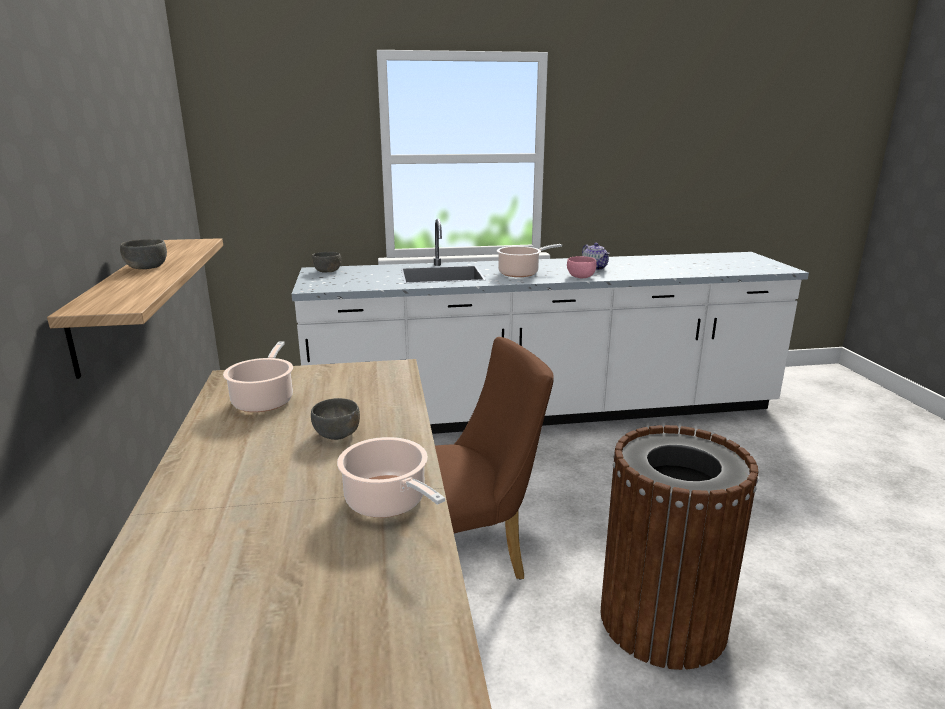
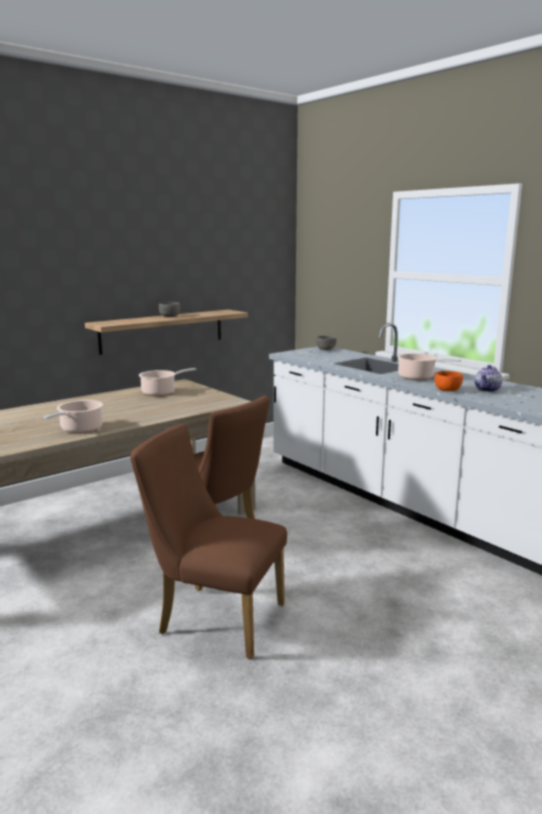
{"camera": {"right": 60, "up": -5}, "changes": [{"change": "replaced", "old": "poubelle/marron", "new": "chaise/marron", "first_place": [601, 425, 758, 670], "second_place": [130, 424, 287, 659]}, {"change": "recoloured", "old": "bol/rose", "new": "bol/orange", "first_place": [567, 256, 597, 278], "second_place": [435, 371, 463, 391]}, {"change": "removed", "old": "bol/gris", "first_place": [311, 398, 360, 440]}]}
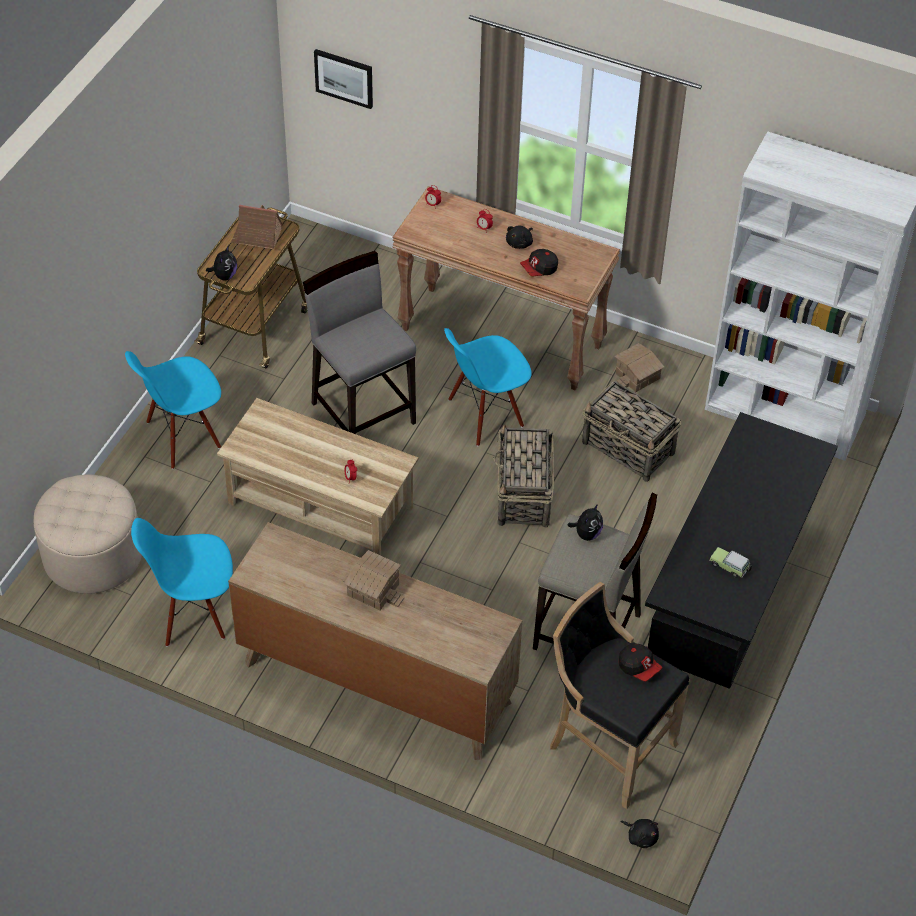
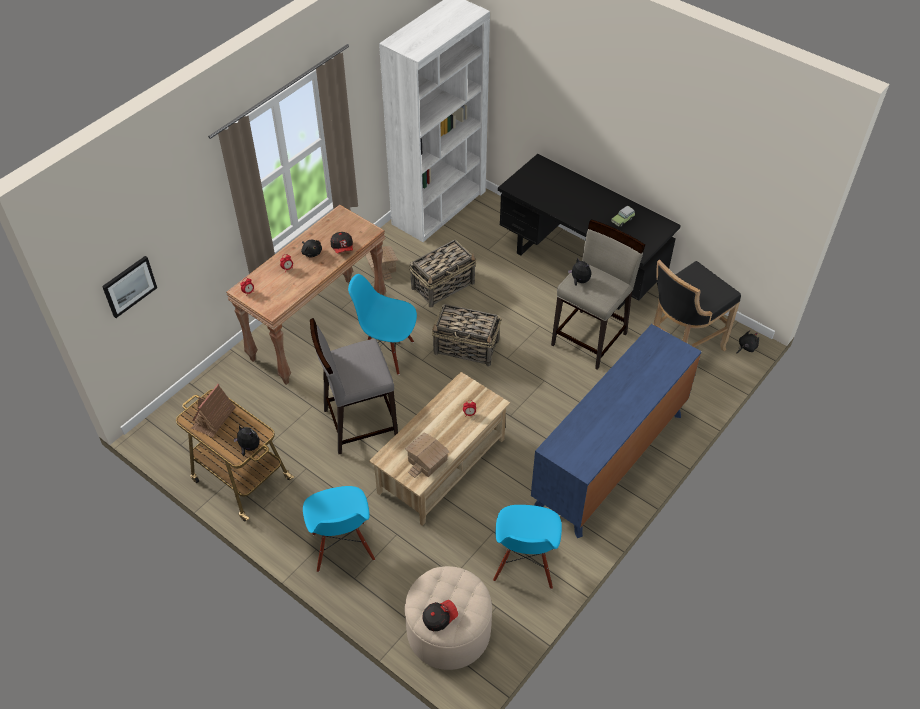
{"camera": {"right": -75, "up": 0}, "changes": [{"change": "turned", "old": "chaise/bleu", "first_place": [444, 328, 532, 446], "second_place": [348, 274, 417, 375], "degrees": 120}, {"change": "moved", "old": "maison miniature", "first_place": [342, 550, 404, 610], "second_place": [405, 432, 449, 478]}, {"change": "moved", "old": "casquette", "first_place": [619, 643, 663, 681], "second_place": [422, 600, 458, 631]}, {"change": "recoloured", "old": "commode/marron", "new": "commode/bleu", "first_place": [228, 522, 522, 760], "second_place": [531, 324, 702, 538]}]}
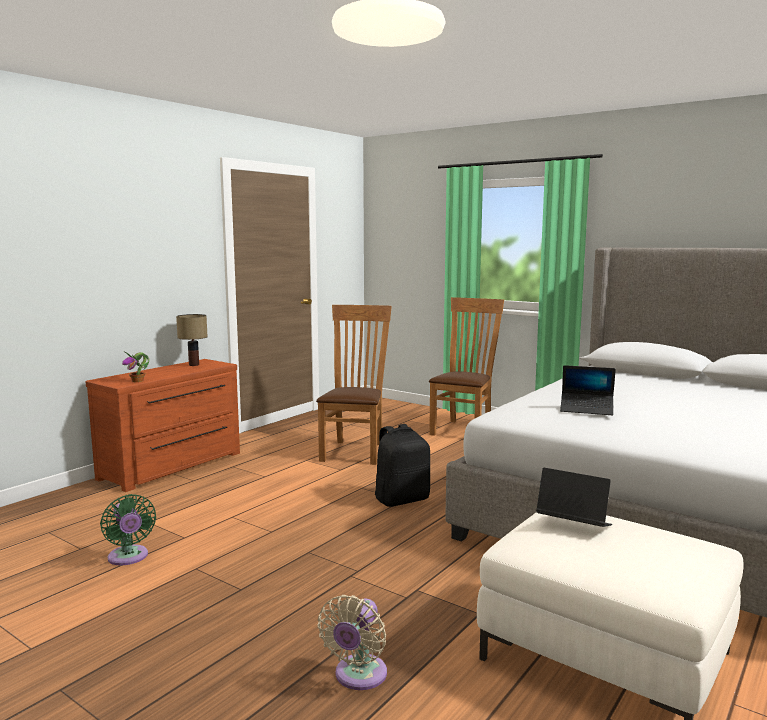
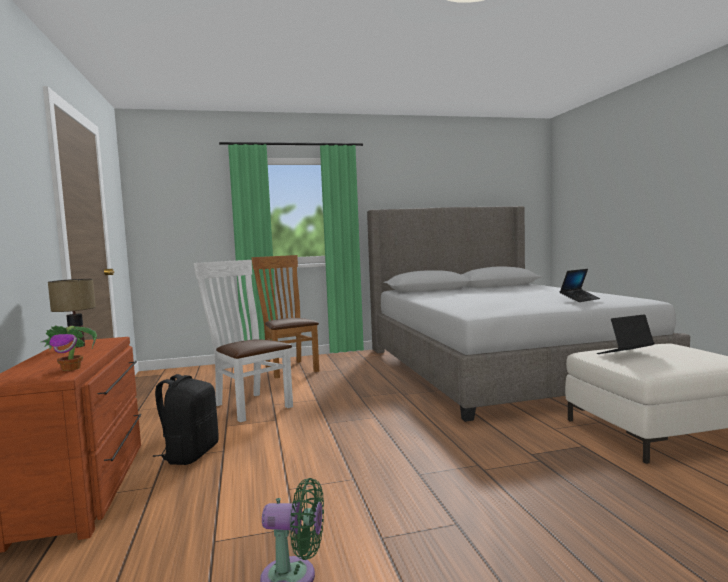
{"camera": {"right": -50, "up": -5}, "changes": [{"change": "moved", "old": "sac à dos/noir", "first_place": [375, 424, 430, 507], "second_place": [153, 374, 218, 465]}, {"change": "recoloured", "old": "chaise/marron", "new": "chaise/blanc", "first_place": [316, 305, 392, 465], "second_place": [194, 260, 293, 422]}, {"change": "moved", "old": "ordinateur portable", "first_place": [560, 365, 616, 415], "second_place": [560, 269, 600, 302]}, {"change": "removed", "old": "ventilateur/beige", "first_place": [318, 595, 387, 690]}]}
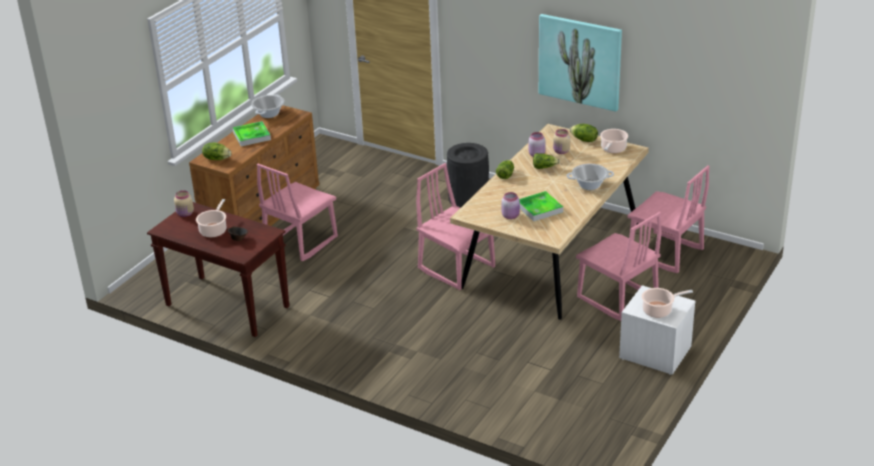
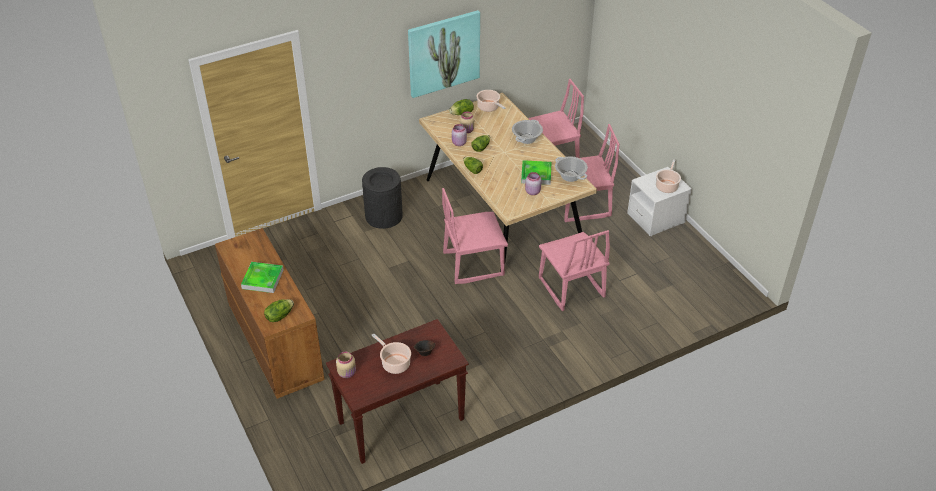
{"camera": {"right": -60, "up": 10}, "changes": [{"change": "moved", "old": "chaise/rose", "first_place": [257, 164, 338, 262], "second_place": [539, 230, 610, 311]}, {"change": "moved", "old": "marmite", "first_place": [251, 95, 285, 118], "second_place": [555, 156, 588, 182]}]}
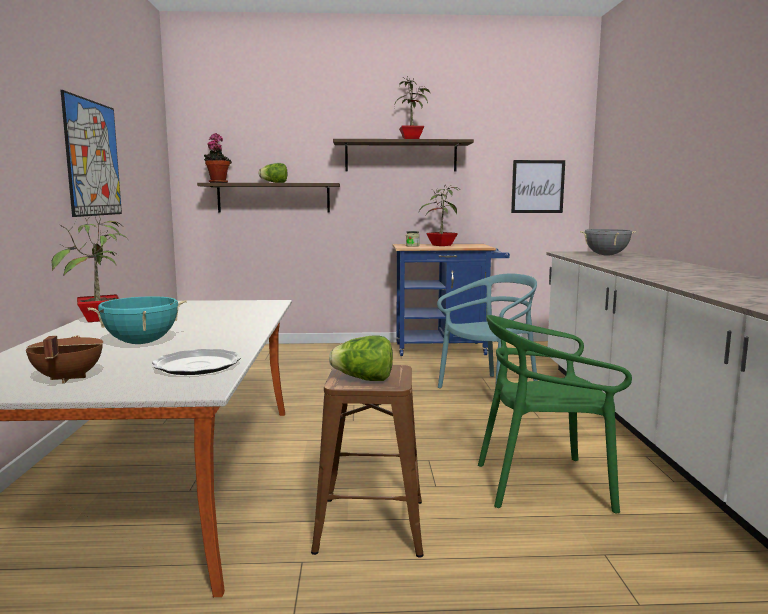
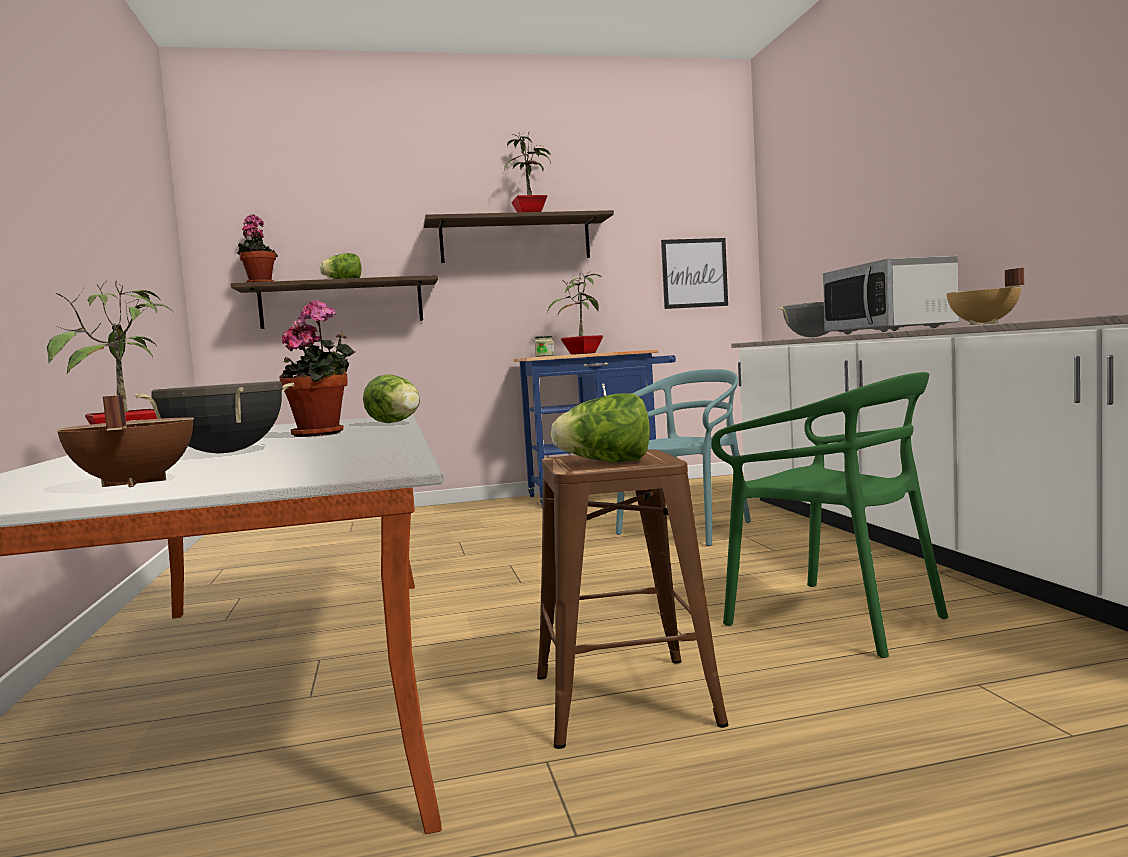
{"camera": {"right": -10, "up": -5}, "changes": [{"change": "recoloured", "old": "marmite/turquoise", "new": "marmite/noir", "first_place": [88, 296, 187, 344], "second_place": [135, 381, 294, 453]}, {"change": "added", "new": "plante en pot", "second_place": [279, 300, 355, 437]}, {"change": "added", "new": "laitue", "second_place": [363, 374, 420, 423]}, {"change": "turned", "old": "chaise/vert", "first_place": [478, 315, 632, 513], "second_place": [711, 372, 948, 658], "degrees": -120}, {"change": "added", "new": "micro-ondes", "second_place": [823, 256, 959, 335]}, {"change": "added", "new": "marmite/beige", "second_place": [946, 268, 1024, 325]}, {"change": "removed", "old": "tableau", "first_place": [60, 90, 122, 217]}, {"change": "removed", "old": "assiette", "first_place": [152, 349, 241, 375]}]}
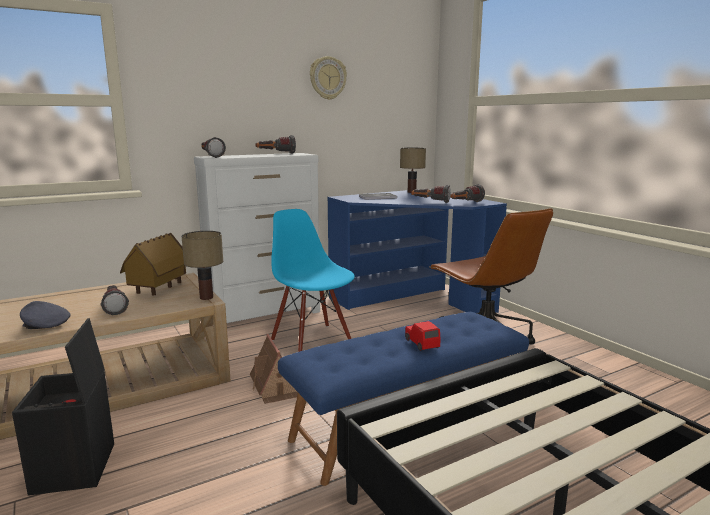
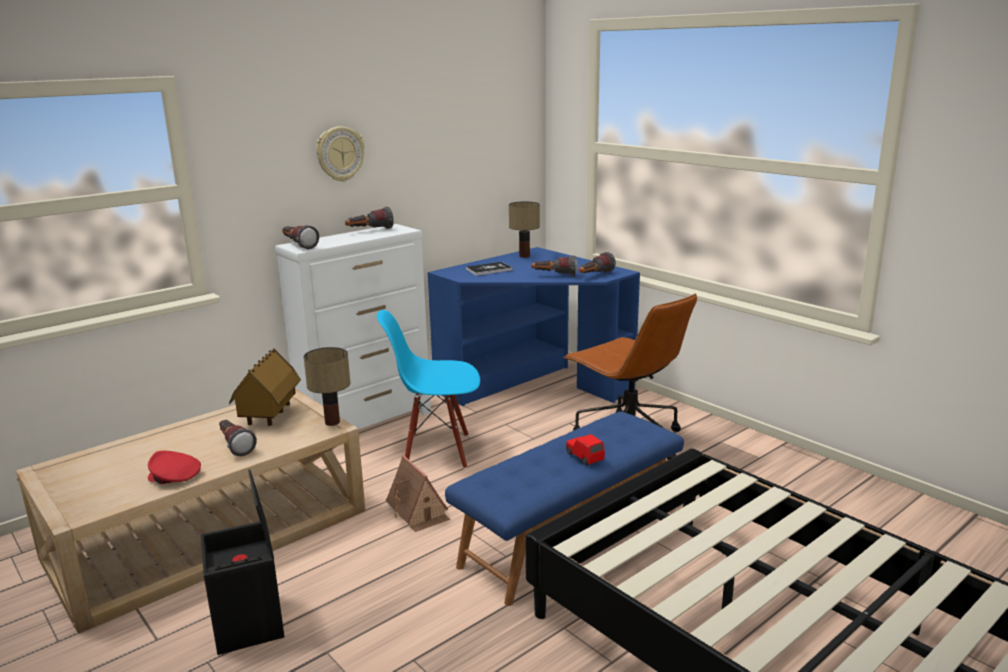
{"camera": {"right": -10, "up": 5}, "changes": [{"change": "recoloured", "old": "casquette/gris", "new": "casquette/rouge", "first_place": [20, 301, 71, 329], "second_place": [148, 451, 201, 484]}, {"change": "moved", "old": "horloge murale", "first_place": [310, 56, 347, 100], "second_place": [316, 126, 365, 182]}, {"change": "turned", "old": "chaise/bleu", "first_place": [271, 209, 355, 352], "second_place": [377, 310, 480, 469], "degrees": -45}]}
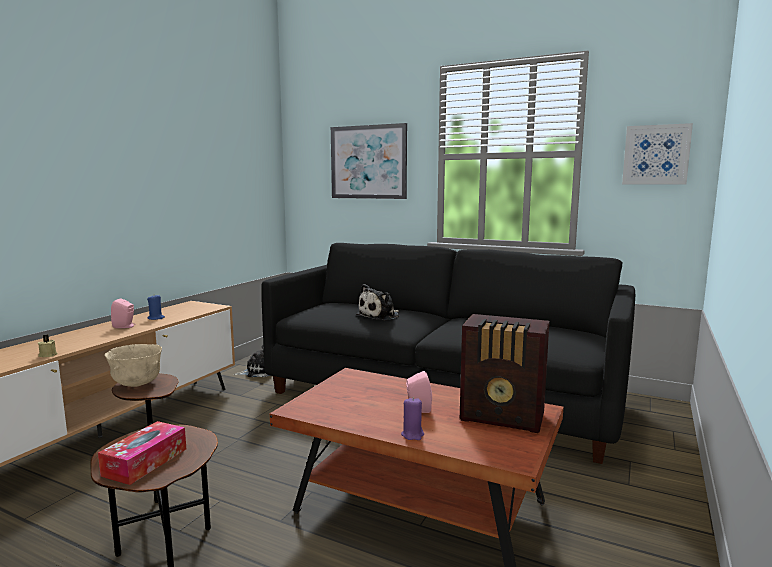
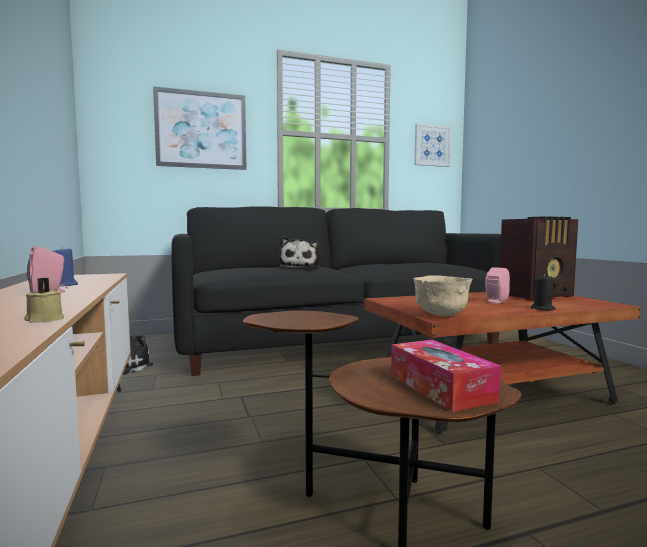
{"camera": {"right": -45, "up": -5}, "changes": [{"change": "moved", "old": "bol/beige", "first_place": [105, 344, 162, 387], "second_place": [414, 275, 473, 316]}, {"change": "recoloured", "old": "bougie/violet", "new": "bougie/noir", "first_place": [401, 397, 424, 440], "second_place": [531, 274, 556, 311]}]}
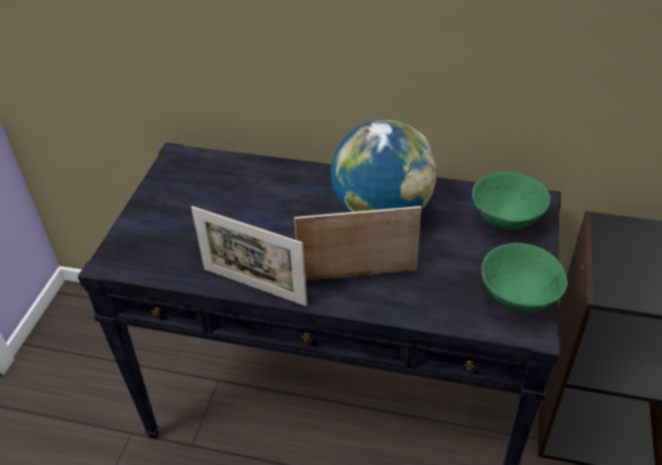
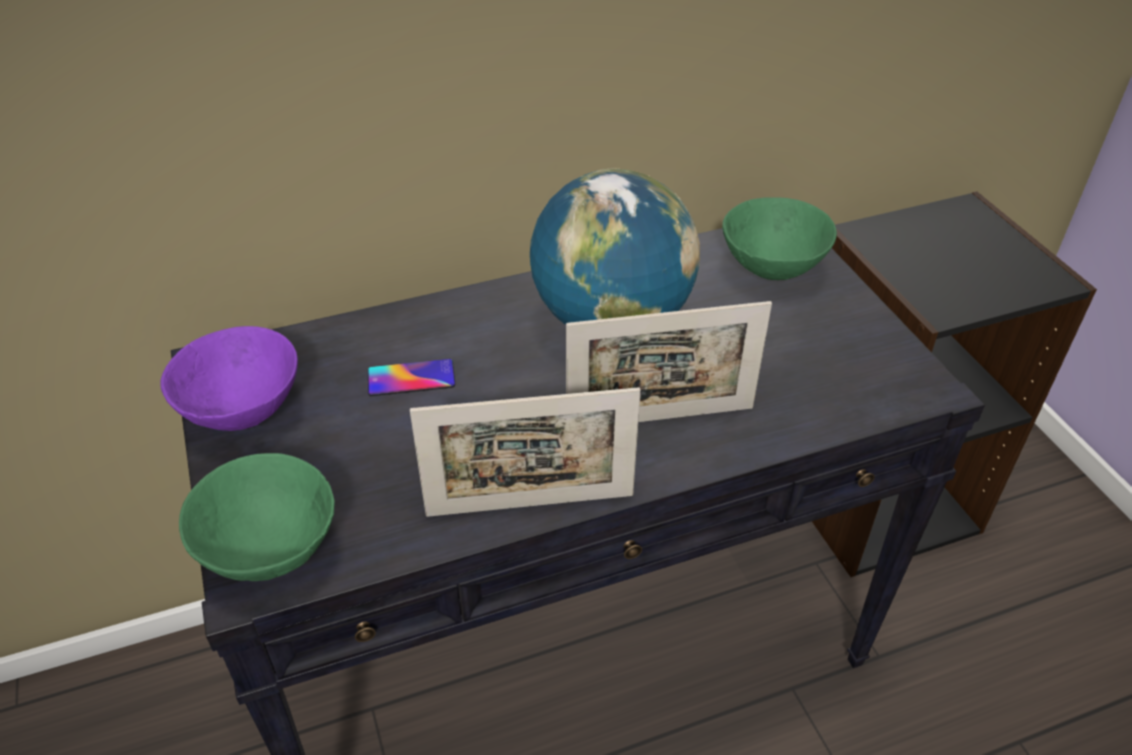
{"camera": {"right": -35, "up": 0}, "changes": [{"change": "added", "new": "bol/violet", "second_place": [160, 326, 298, 431]}, {"change": "moved", "old": "bol/vert", "first_place": [482, 243, 567, 312], "second_place": [179, 453, 335, 581]}, {"change": "added", "new": "téléphone", "second_place": [368, 359, 455, 396]}, {"change": "turned", "old": "cadre photo", "first_place": [294, 206, 421, 280], "second_place": [566, 301, 772, 422], "degrees": -150}]}
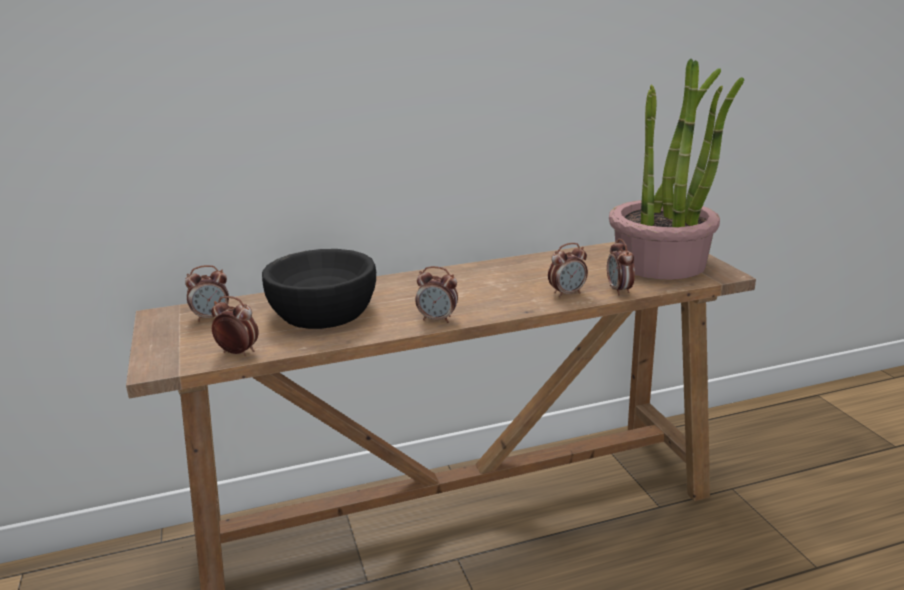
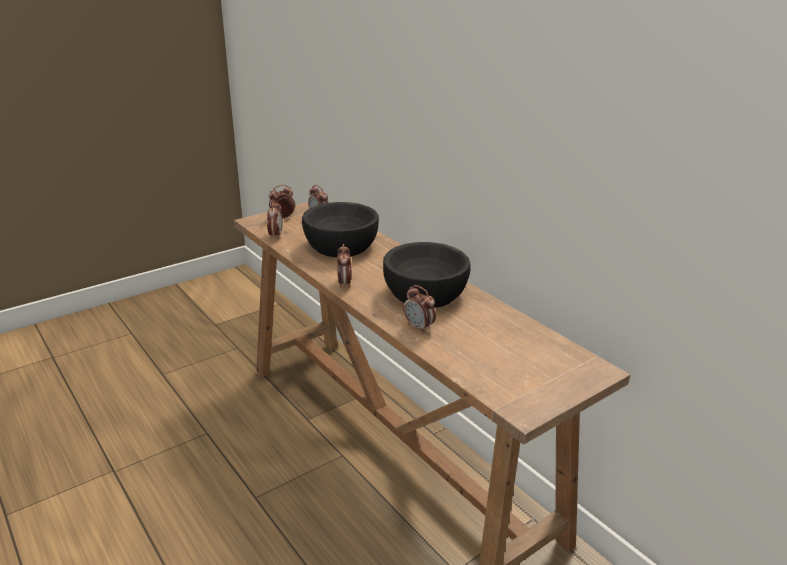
{"camera": {"right": 70, "up": 5}, "changes": [{"change": "moved", "old": "réveil", "first_place": [607, 239, 635, 295], "second_place": [269, 185, 295, 218]}, {"change": "added", "new": "bol/noir", "second_place": [383, 242, 471, 308]}, {"change": "removed", "old": "plante en pot", "first_place": [609, 58, 744, 280]}]}
